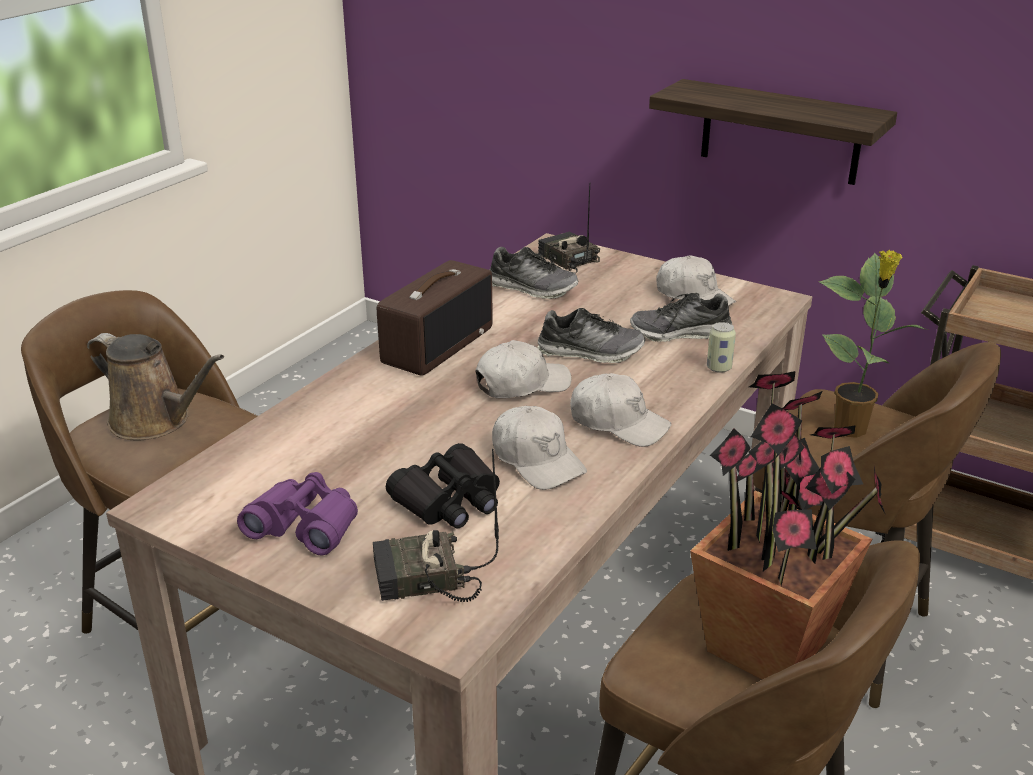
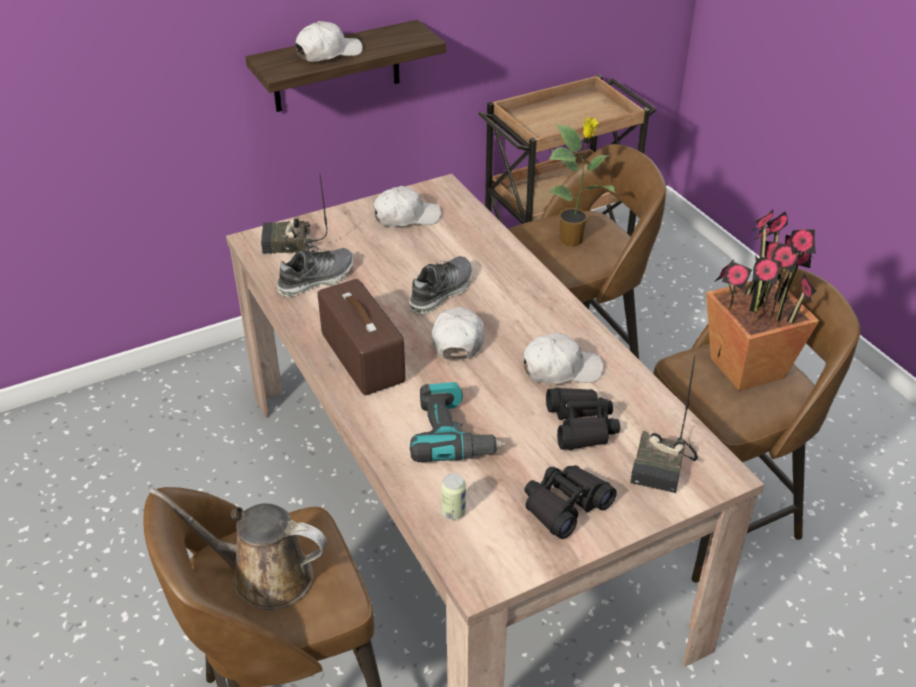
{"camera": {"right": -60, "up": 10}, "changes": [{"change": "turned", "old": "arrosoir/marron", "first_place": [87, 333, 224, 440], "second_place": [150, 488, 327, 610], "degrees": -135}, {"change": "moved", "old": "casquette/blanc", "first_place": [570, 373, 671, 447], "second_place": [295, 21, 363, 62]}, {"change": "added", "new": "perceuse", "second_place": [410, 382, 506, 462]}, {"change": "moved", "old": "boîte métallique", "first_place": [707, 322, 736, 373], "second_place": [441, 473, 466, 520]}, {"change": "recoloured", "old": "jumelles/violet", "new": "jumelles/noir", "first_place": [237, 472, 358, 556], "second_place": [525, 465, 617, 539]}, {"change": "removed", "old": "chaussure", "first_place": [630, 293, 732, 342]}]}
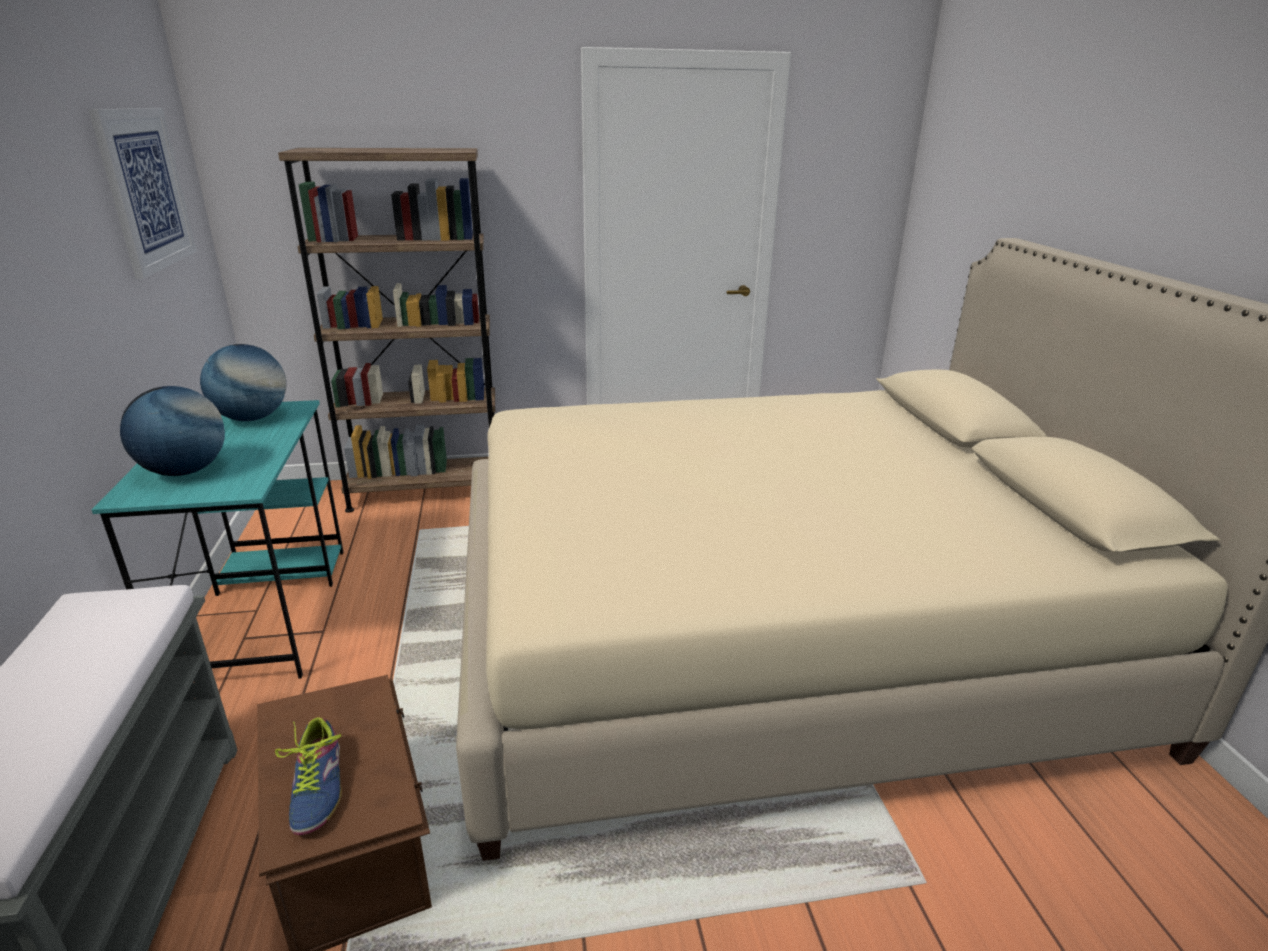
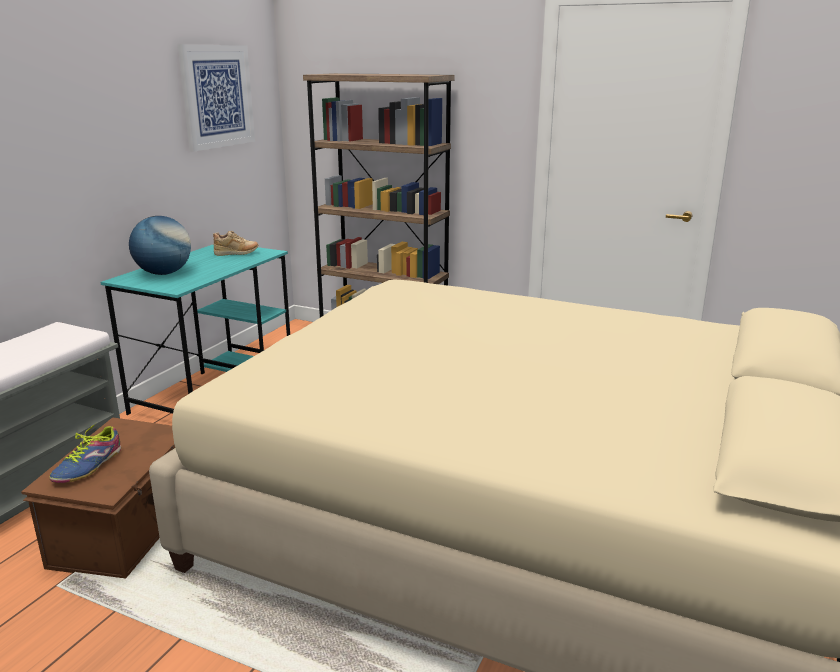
{"camera": {"right": 35, "up": -5}, "changes": [{"change": "replaced", "old": "globe", "new": "chaussure/beige", "first_place": [200, 344, 286, 421], "second_place": [213, 231, 258, 256]}]}
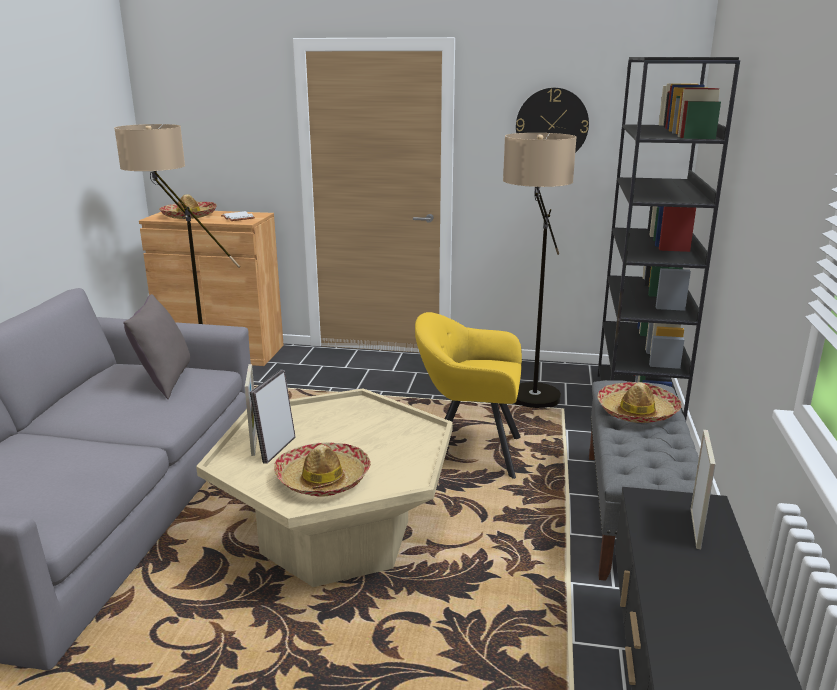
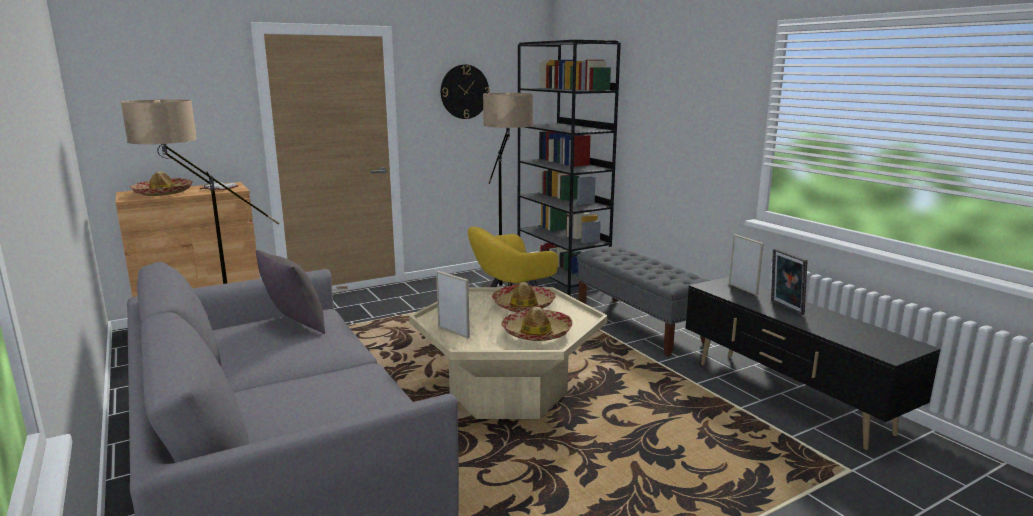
{"camera": {"right": -40, "up": -5}, "changes": [{"change": "moved", "old": "chapeau", "first_place": [597, 382, 682, 423], "second_place": [492, 282, 556, 312]}, {"change": "moved", "old": "cadre photo", "first_place": [250, 370, 295, 464], "second_place": [771, 249, 807, 315]}]}
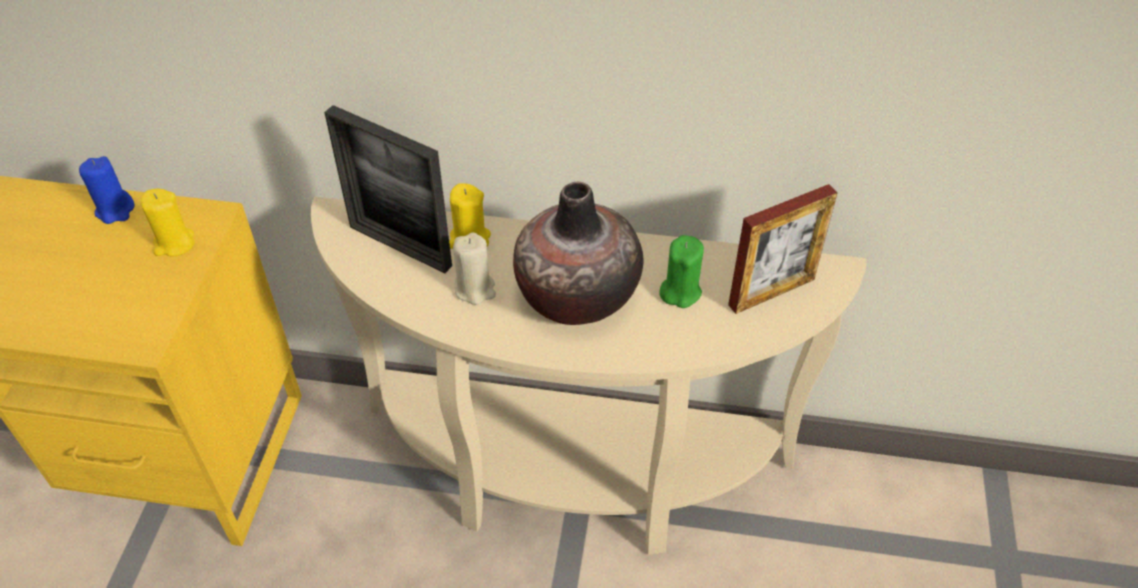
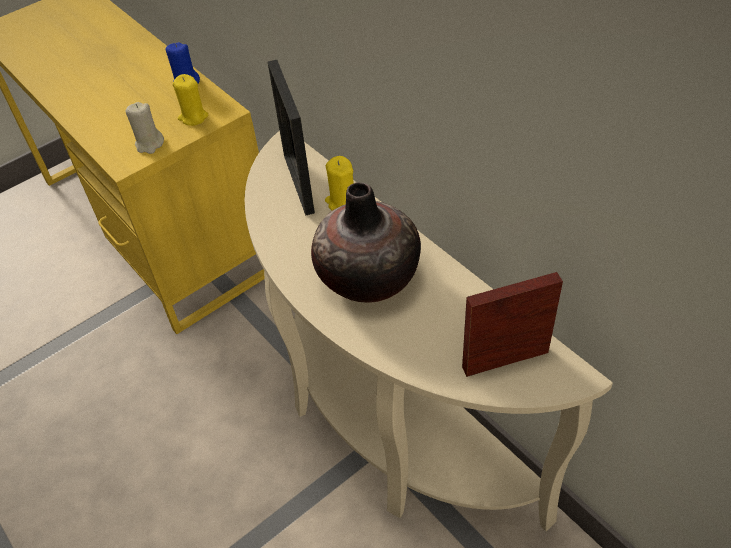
{"camera": {"right": 45, "up": 0}, "changes": [{"change": "moved", "old": "bougie/beige", "first_place": [453, 233, 496, 305], "second_place": [126, 102, 164, 154]}, {"change": "turned", "old": "cadre photo", "first_place": [728, 184, 838, 314], "second_place": [462, 272, 563, 377], "degrees": 150}, {"change": "removed", "old": "bougie/vert", "first_place": [659, 235, 704, 308]}]}
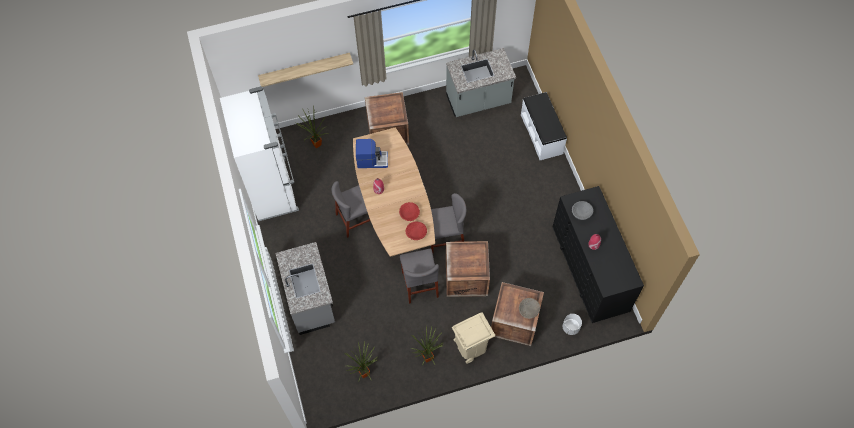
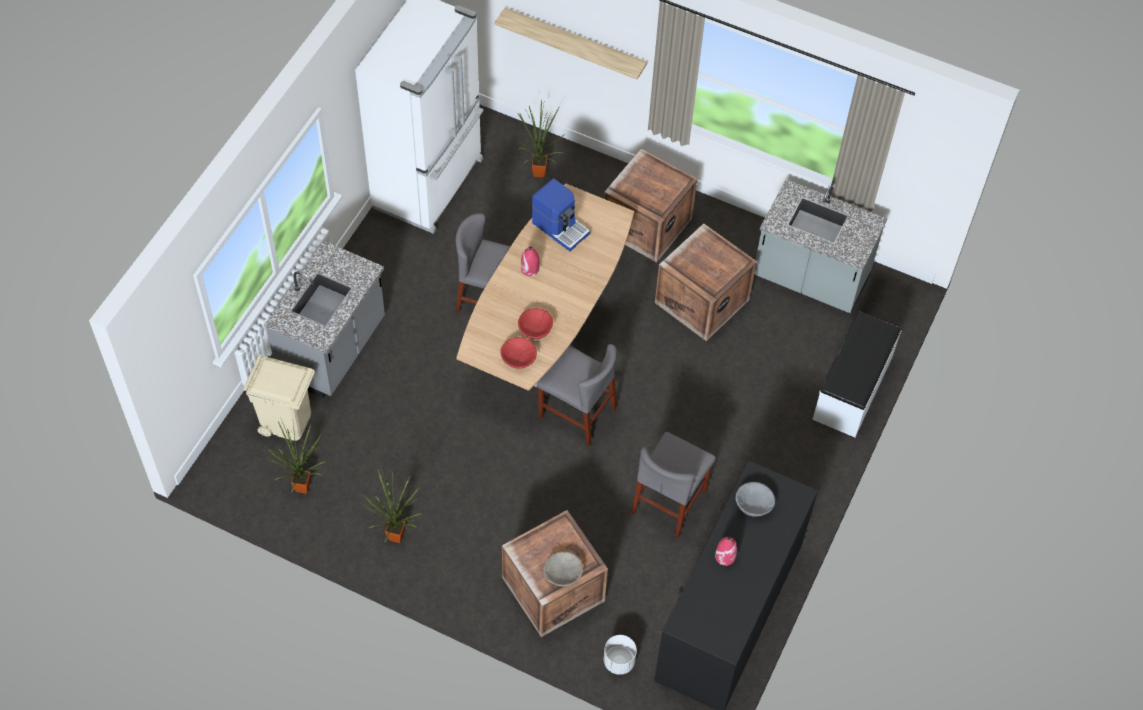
{"camera": {"right": 40, "up": -5}, "changes": [{"change": "moved", "old": "poubelle/beige", "first_place": [452, 312, 495, 364], "second_place": [243, 355, 315, 441]}, {"change": "moved", "old": "chaise/gris", "first_place": [400, 249, 439, 304], "second_place": [631, 432, 716, 538]}, {"change": "moved", "old": "caisse", "first_place": [446, 241, 490, 297], "second_place": [655, 223, 757, 341]}]}
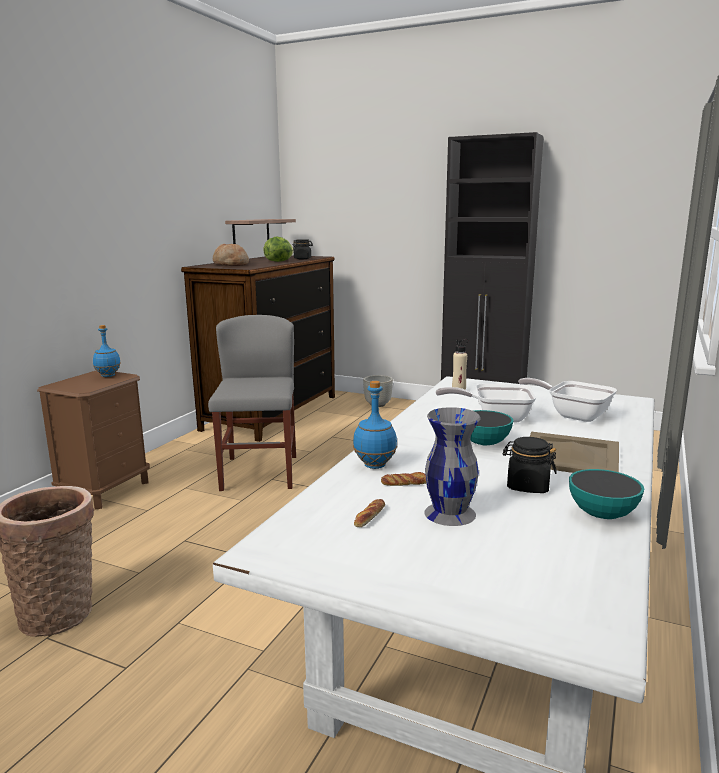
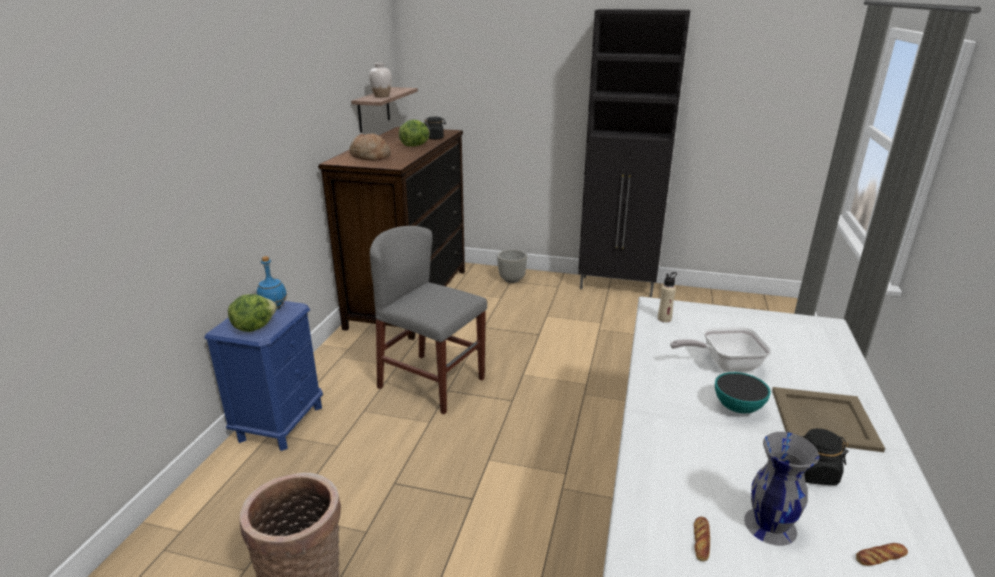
{"camera": {"right": -10, "up": 10}, "changes": [{"change": "recoloured", "old": "table de chevet/marron", "new": "table de chevet/bleu", "first_place": [37, 371, 150, 510], "second_place": [204, 301, 323, 451]}, {"change": "added", "new": "laitue", "second_place": [228, 294, 277, 332]}, {"change": "added", "new": "vase/blanc", "second_place": [369, 63, 392, 98]}, {"change": "turned", "old": "chaise/gris", "first_place": [208, 315, 296, 491], "second_place": [370, 226, 487, 414], "degrees": -45}, {"change": "moved", "old": "pain", "first_place": [381, 472, 426, 486], "second_place": [856, 543, 908, 566]}, {"change": "removed", "old": "bouteille/bleu", "first_place": [353, 381, 397, 469]}, {"change": "removed", "old": "poêle", "first_place": [518, 378, 617, 422]}, {"change": "removed", "old": "bol", "first_place": [569, 469, 644, 519]}]}
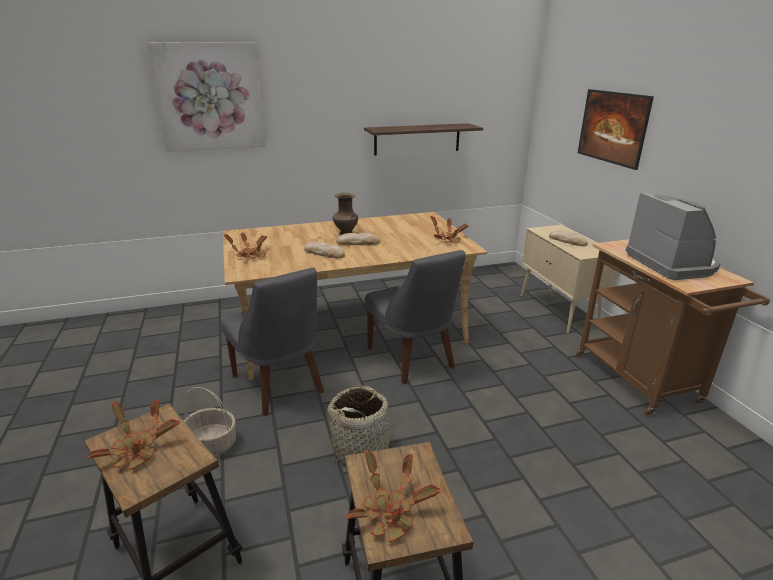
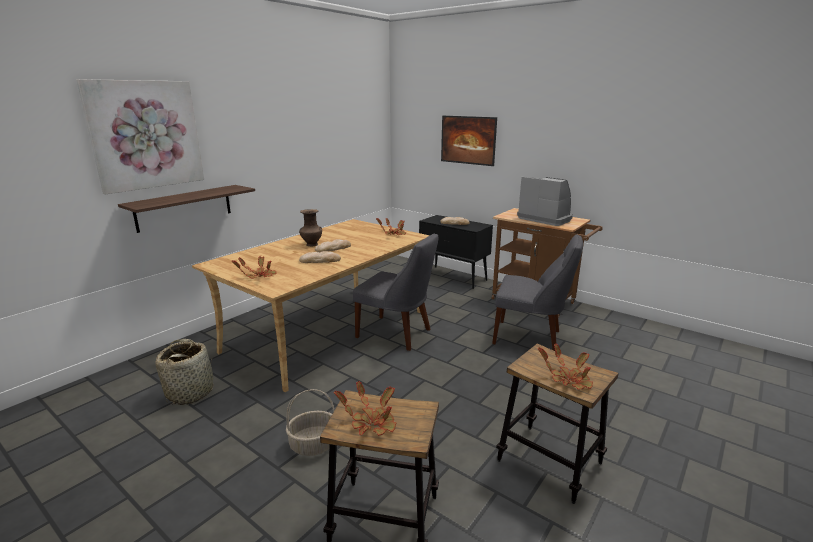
{"camera": {"right": -35, "up": -5}, "changes": [{"change": "moved", "old": "étagère", "first_place": [364, 123, 483, 156], "second_place": [118, 185, 255, 233]}, {"change": "moved", "old": "panier", "first_place": [327, 385, 397, 467], "second_place": [155, 339, 213, 405]}, {"change": "recoloured", "old": "meuble de rangement/beige", "new": "meuble de rangement/noir", "first_place": [520, 225, 616, 334], "second_place": [419, 215, 493, 289]}, {"change": "moved", "old": "chaise/gris", "first_place": [221, 268, 324, 416], "second_place": [492, 234, 583, 351]}]}
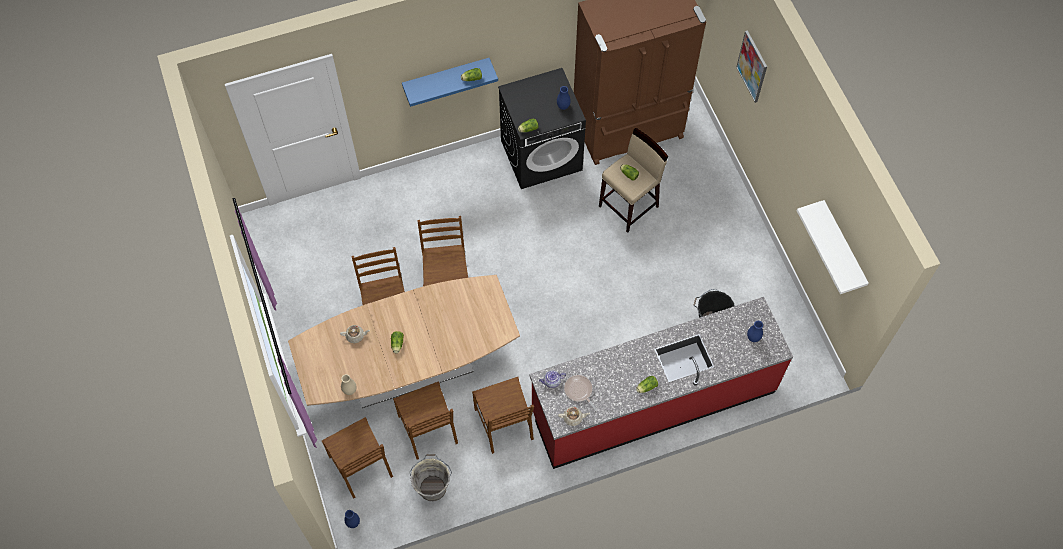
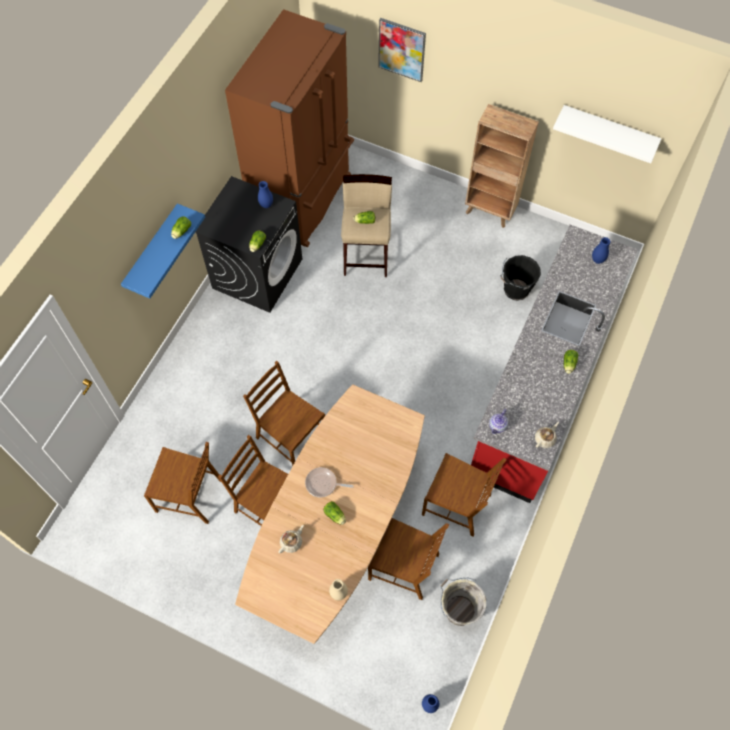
{"camera": {"right": -45, "up": 0}, "changes": [{"change": "moved", "old": "chaise/marron", "first_place": [322, 417, 393, 499], "second_place": [144, 442, 221, 524]}, {"change": "moved", "old": "poêle", "first_place": [564, 375, 597, 411], "second_place": [305, 467, 354, 497]}, {"change": "added", "new": "bibliothèque/marron", "second_place": [465, 104, 539, 228]}]}
